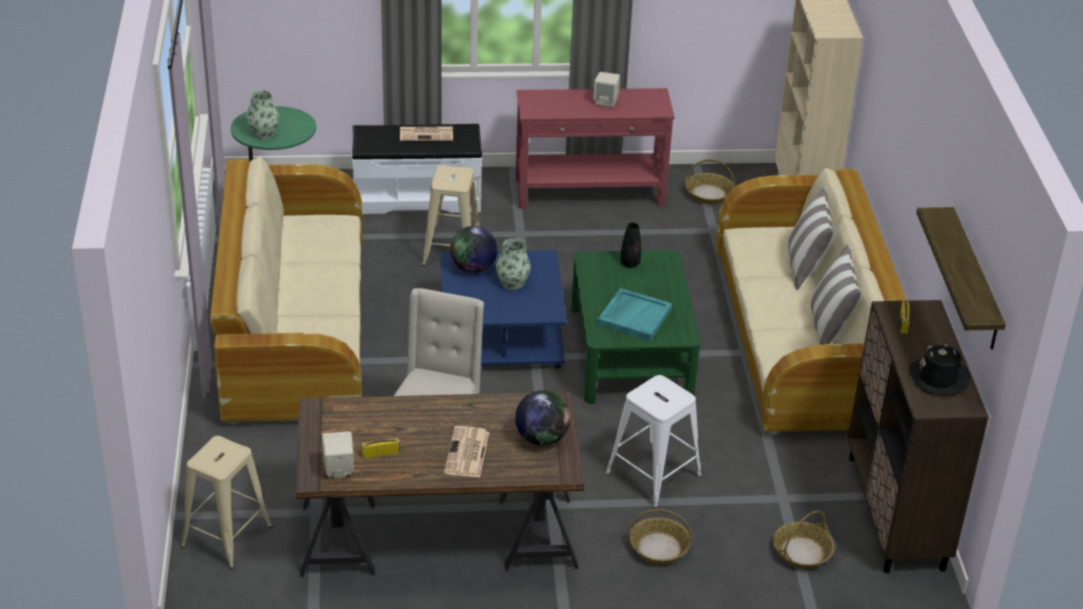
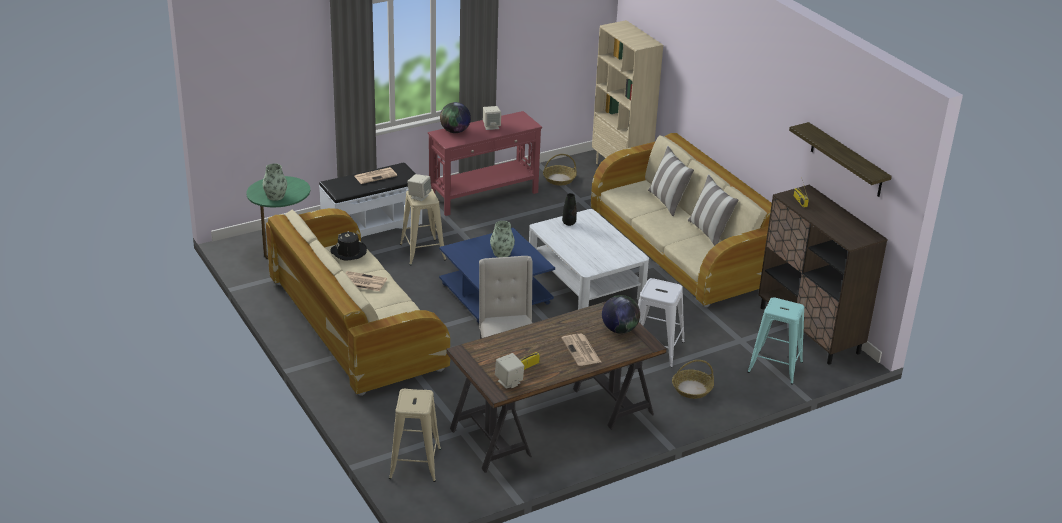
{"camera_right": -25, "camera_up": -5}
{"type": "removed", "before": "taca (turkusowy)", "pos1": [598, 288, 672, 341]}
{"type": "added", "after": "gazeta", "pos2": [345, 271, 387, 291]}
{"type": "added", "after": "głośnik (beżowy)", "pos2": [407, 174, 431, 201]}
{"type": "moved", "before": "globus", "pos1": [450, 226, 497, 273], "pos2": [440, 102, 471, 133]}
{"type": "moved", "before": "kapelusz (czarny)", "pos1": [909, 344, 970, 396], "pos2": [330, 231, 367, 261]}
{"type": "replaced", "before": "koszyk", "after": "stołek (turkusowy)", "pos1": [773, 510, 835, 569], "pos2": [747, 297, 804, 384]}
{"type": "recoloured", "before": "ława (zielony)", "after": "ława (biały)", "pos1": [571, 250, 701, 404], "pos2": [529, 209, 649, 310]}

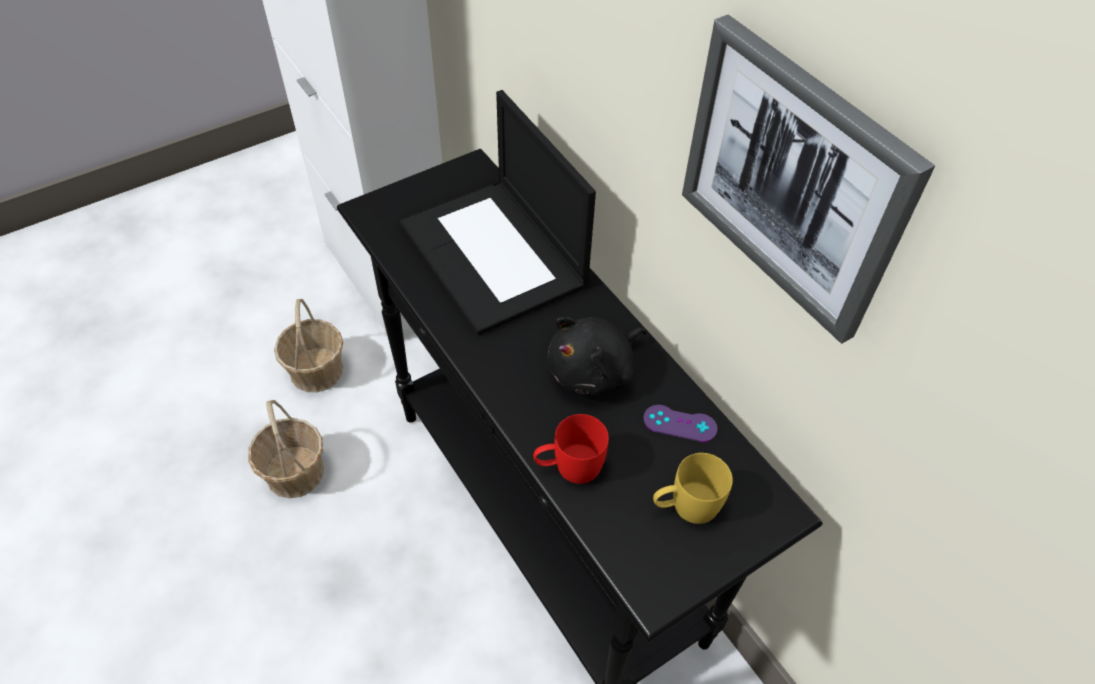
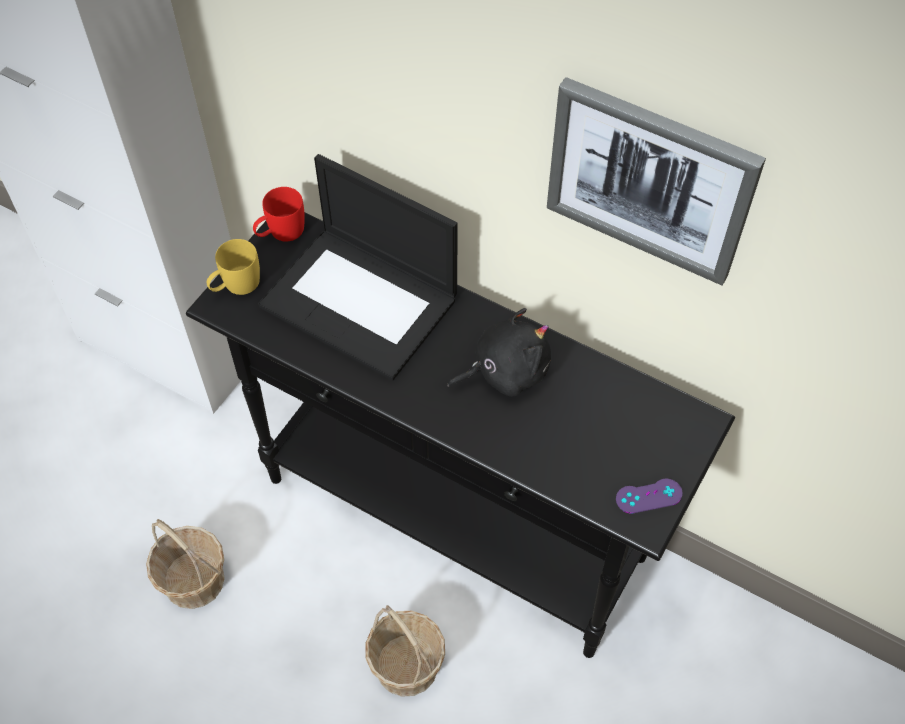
{"camera_right": -25, "camera_up": 5}
{"type": "moved", "before": "koszyk", "pos1": [274, 299, 344, 392], "pos2": [365, 605, 445, 697]}
{"type": "moved", "before": "kubek (czerwony)", "pos1": [533, 414, 609, 484], "pos2": [253, 187, 305, 242]}
{"type": "moved", "before": "pad do gier (fioletowy)", "pos1": [644, 405, 718, 442], "pos2": [616, 479, 683, 514]}
{"type": "moved", "before": "kubek (żółty)", "pos1": [653, 453, 733, 524], "pos2": [207, 239, 260, 295]}
{"type": "turned", "before": "pluszak (czarny)", "pos1": [547, 317, 647, 396], "pos2": [447, 308, 551, 397], "turn": -135}

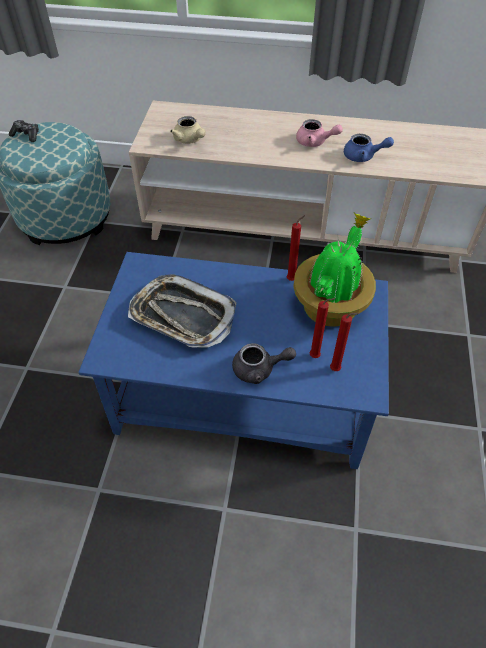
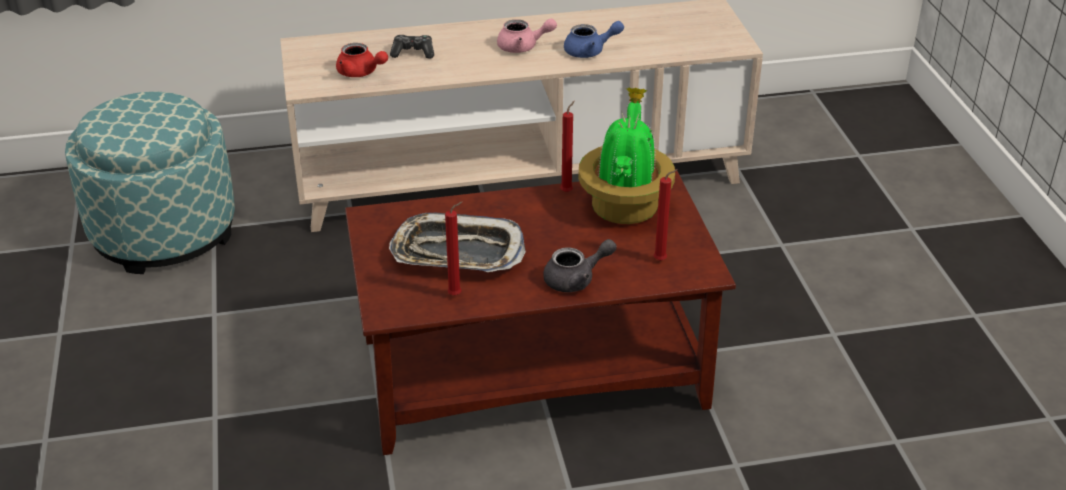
{"camera_right": -20, "camera_up": -15}
{"type": "moved", "before": "pad do gier", "pos1": [9, 120, 39, 142], "pos2": [390, 35, 434, 59]}
{"type": "moved", "before": "świeca (czerwony)", "pos1": [310, 298, 336, 358], "pos2": [445, 202, 462, 295]}
{"type": "recoloured", "before": "ława (niebieski)", "after": "ława (brązowy)", "pos1": [78, 252, 389, 469], "pos2": [345, 171, 736, 455]}
{"type": "recoloured", "before": "imbryk (beżowy)", "after": "imbryk (czerwony)", "pos1": [170, 116, 206, 144], "pos2": [336, 43, 388, 77]}

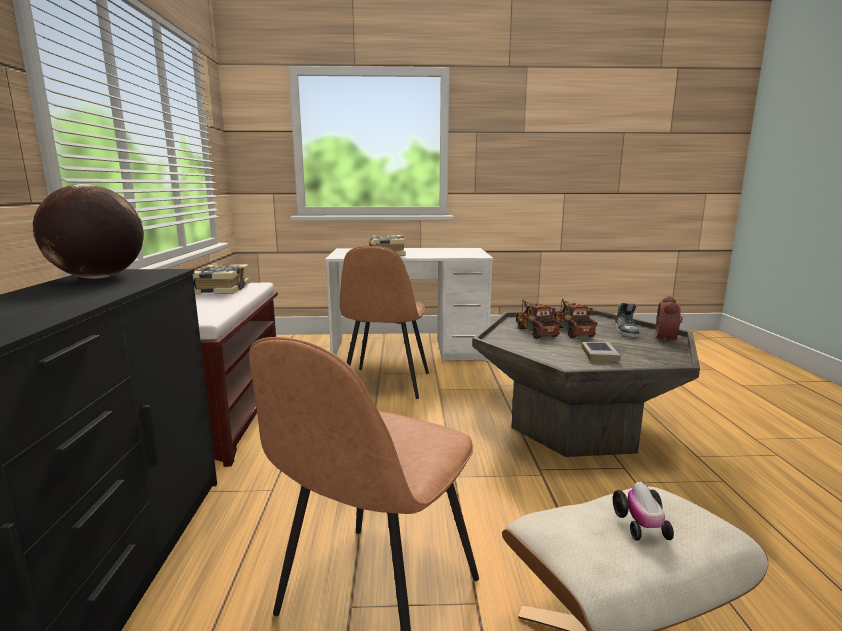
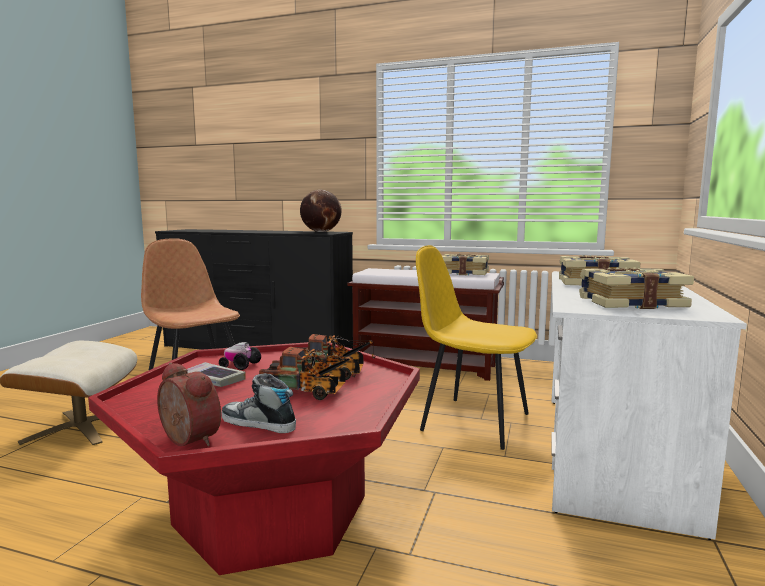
{"camera_right": 110, "camera_up": -5}
{"type": "added", "after": "książka", "pos2": [579, 267, 694, 309]}
{"type": "moved", "before": "samochodzik", "pos1": [613, 482, 674, 541], "pos2": [219, 342, 261, 370]}
{"type": "recoloured", "before": "krzesło (brązowy)", "after": "krzesło (żółty)", "pos1": [340, 246, 429, 399], "pos2": [416, 245, 537, 450]}
{"type": "recoloured", "before": "ława (szary)", "after": "ława (czerwony)", "pos1": [472, 310, 700, 457], "pos2": [88, 342, 420, 575]}

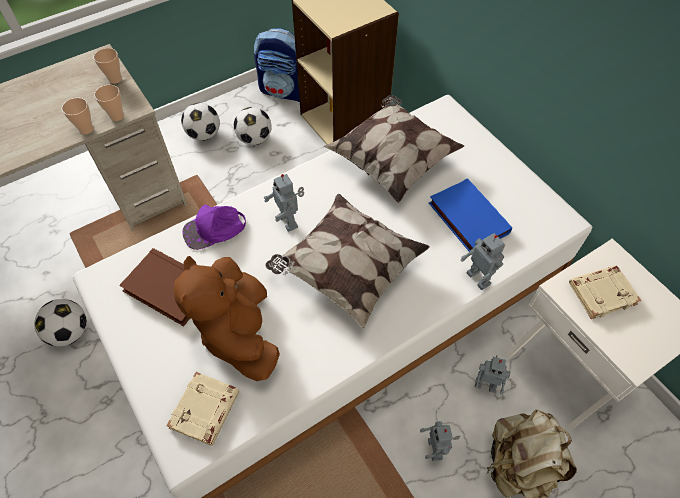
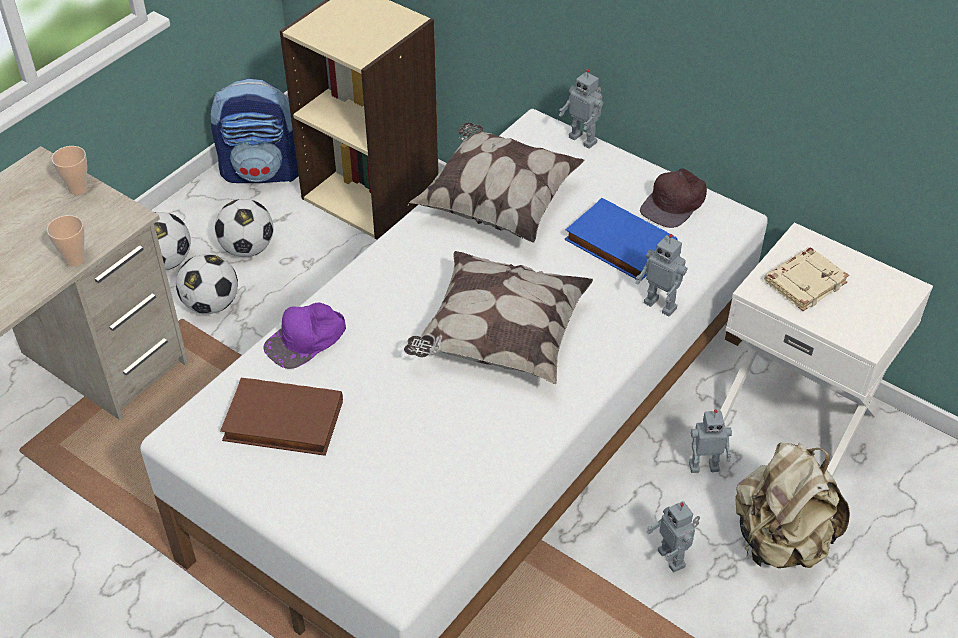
{"camera_right": -20, "camera_up": -10}
{"type": "removed", "before": "filiżanka", "pos1": [94, 85, 124, 121]}
{"type": "removed", "before": "książka (beżowy)", "pos1": [166, 372, 240, 446]}
{"type": "removed", "before": "pluszak (brązowy)", "pos1": [174, 256, 280, 381]}
{"type": "added", "after": "czapka z daszkiem (brązowy)", "pos2": [640, 168, 707, 228]}
{"type": "moved", "before": "piłka futbolowa", "pos1": [34, 299, 87, 347], "pos2": [176, 254, 238, 314]}
{"type": "moved", "before": "robot zabawkowy", "pos1": [264, 174, 304, 232], "pos2": [559, 69, 603, 149]}

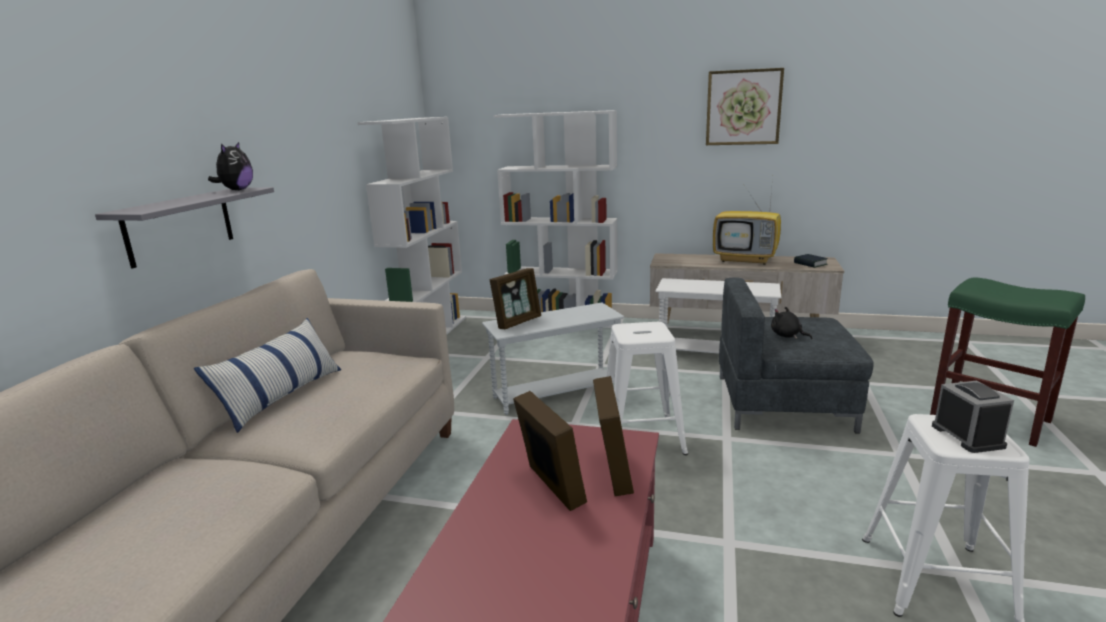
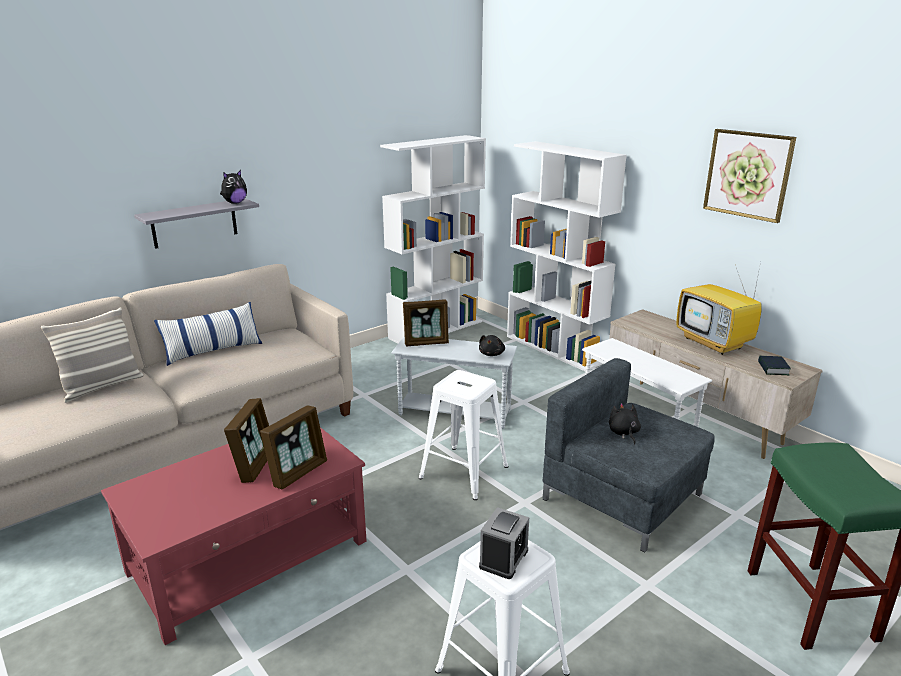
{"camera_right": 35, "camera_up": 5}
{"type": "added", "after": "poduszka", "pos2": [41, 307, 144, 403]}
{"type": "added", "after": "pluszak (czarny)", "pos2": [479, 335, 505, 356]}

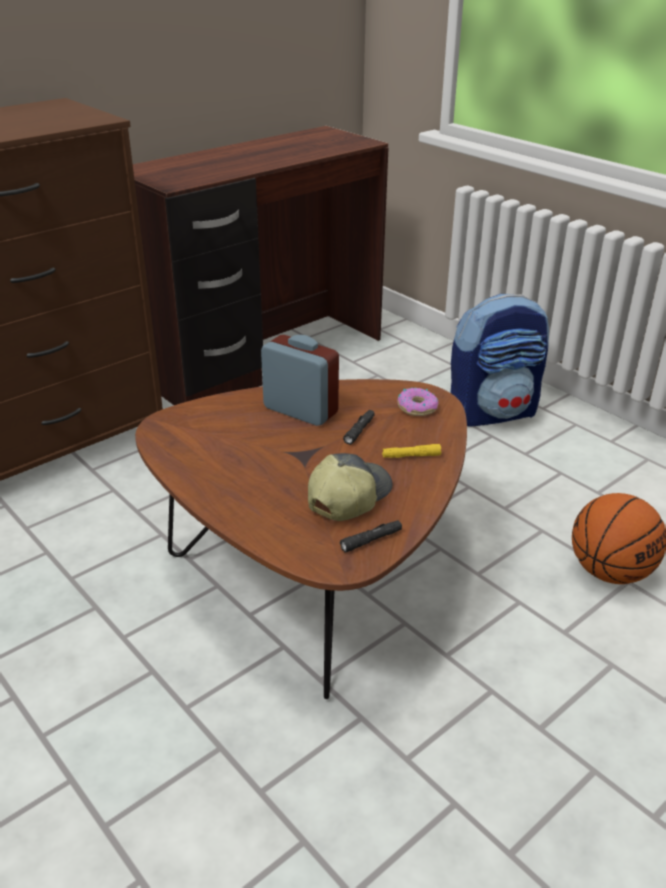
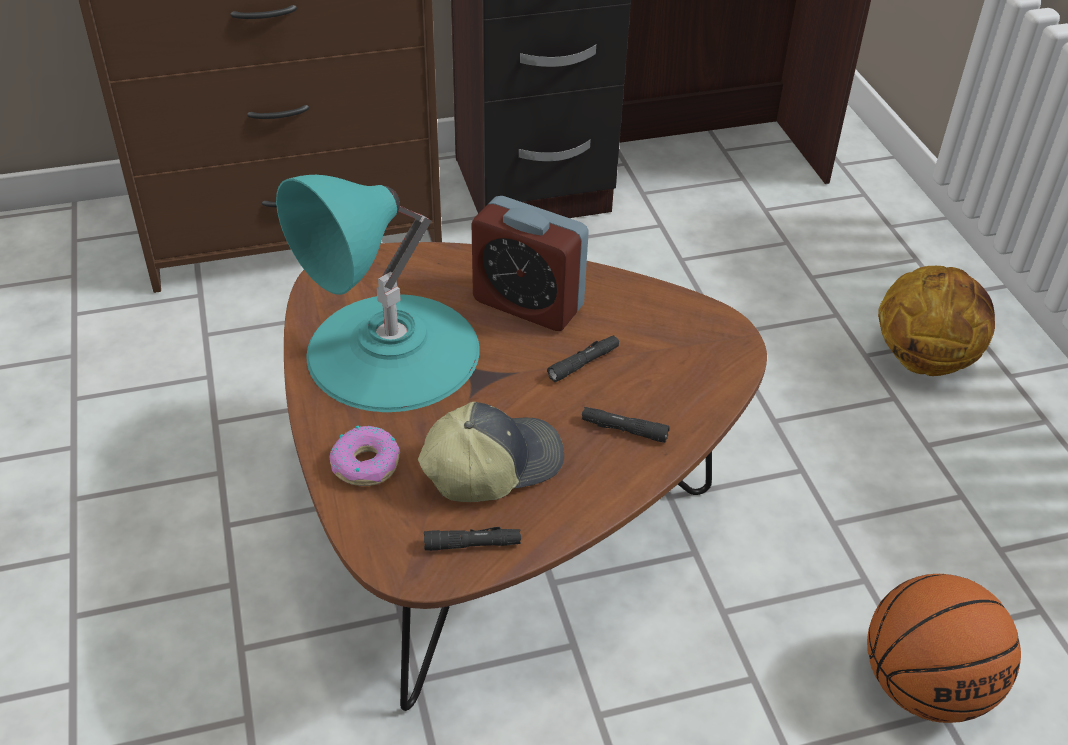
{"camera_right": 25, "camera_up": 10}
{"type": "added", "after": "lampa stołowa (turkusowy)", "pos2": [276, 175, 480, 412]}
{"type": "moved", "before": "donut", "pos1": [397, 388, 439, 416], "pos2": [330, 426, 400, 486]}
{"type": "replaced", "before": "plecak", "after": "piłka do koszykówki", "pos1": [450, 294, 549, 427], "pos2": [878, 266, 995, 376]}
{"type": "recoloured", "before": "latarka (żółty)", "after": "latarka (czarny)", "pos1": [382, 444, 441, 458], "pos2": [581, 407, 670, 443]}
{"type": "turned", "before": "budzik", "pos1": [261, 335, 339, 426], "pos2": [472, 196, 589, 331], "turn": 150}

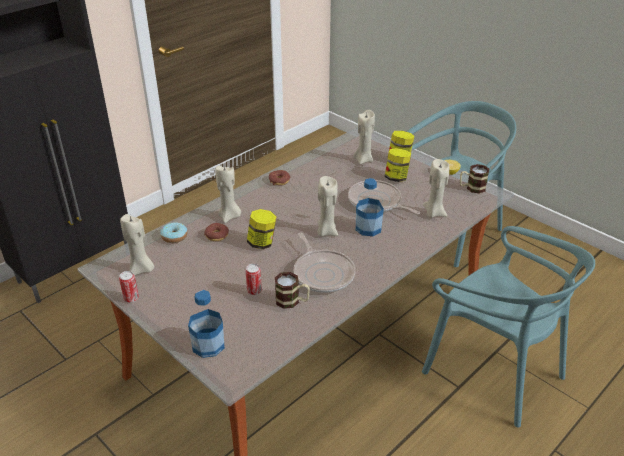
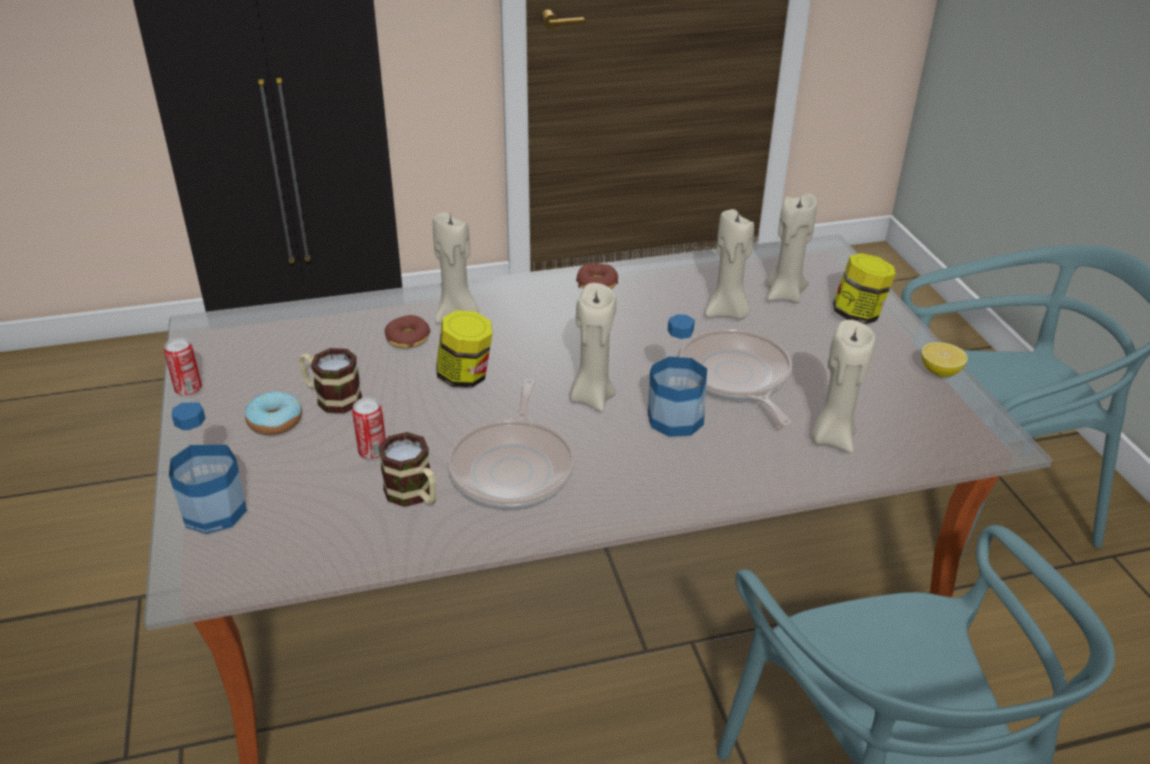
{"camera_right": 30, "camera_up": 0}
{"type": "removed", "before": "słoik", "pos1": [384, 148, 411, 182]}
{"type": "moved", "before": "świeca (beżowy)", "pos1": [120, 214, 154, 276], "pos2": [705, 209, 754, 319]}
{"type": "moved", "before": "donut", "pos1": [160, 222, 187, 243], "pos2": [245, 391, 302, 435]}
{"type": "moved", "before": "kubek", "pos1": [460, 164, 489, 194], "pos2": [299, 348, 362, 414]}

